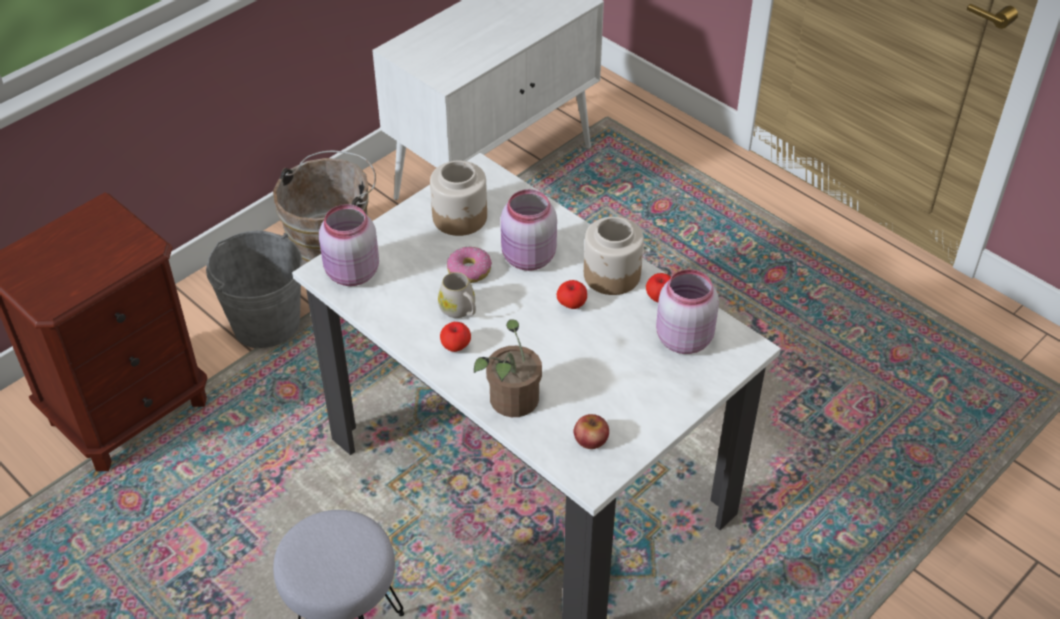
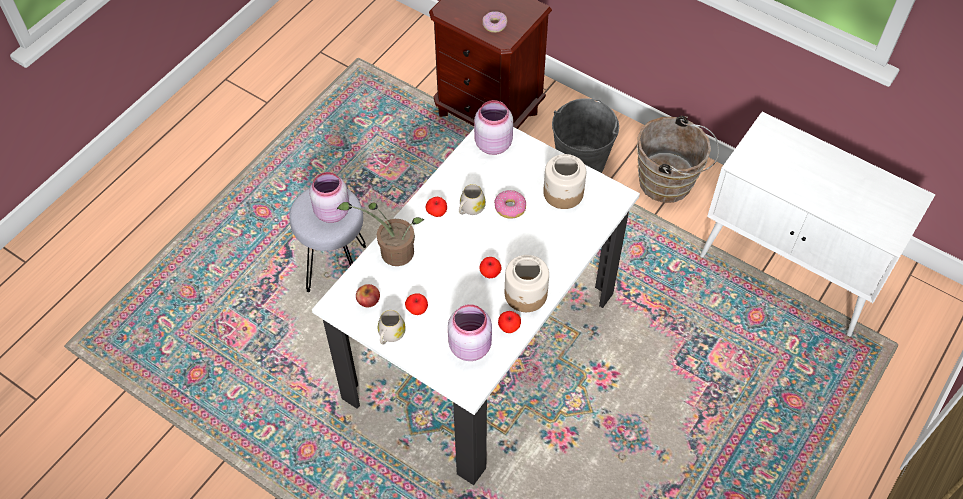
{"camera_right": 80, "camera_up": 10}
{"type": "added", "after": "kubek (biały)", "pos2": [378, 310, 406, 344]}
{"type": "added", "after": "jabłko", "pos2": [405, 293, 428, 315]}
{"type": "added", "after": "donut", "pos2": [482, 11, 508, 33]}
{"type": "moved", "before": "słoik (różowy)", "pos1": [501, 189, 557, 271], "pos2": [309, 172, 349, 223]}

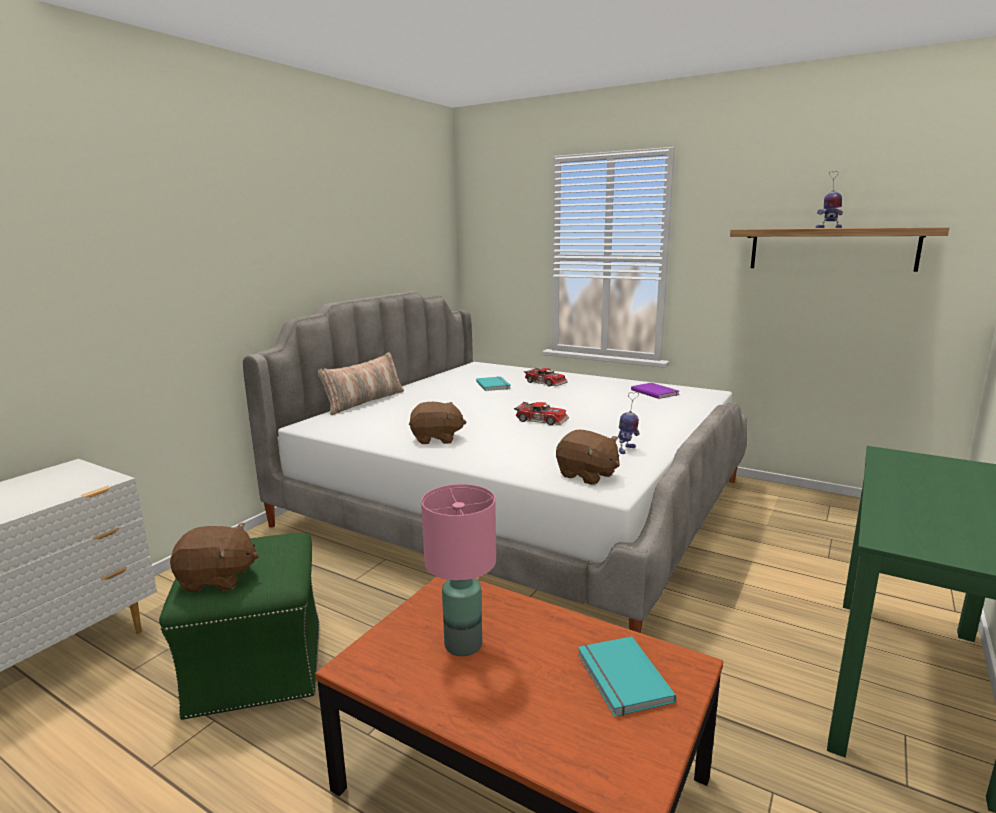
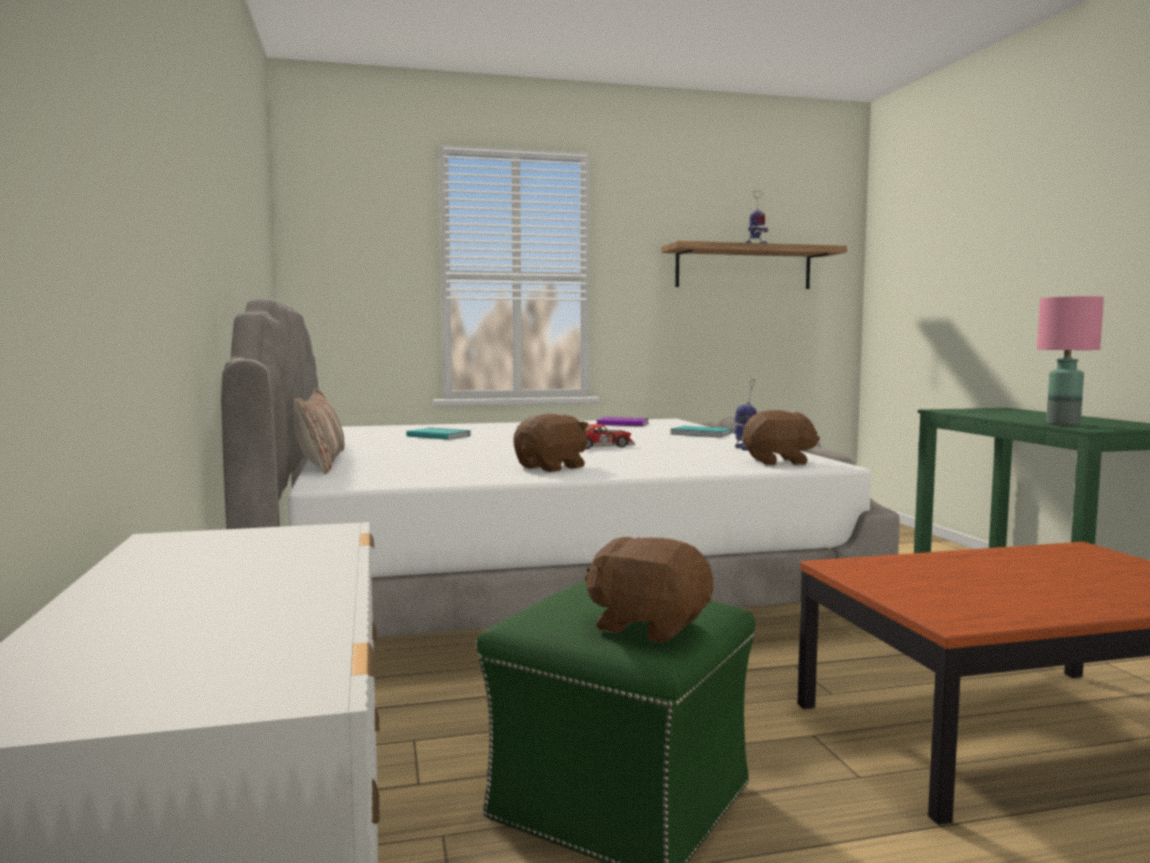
{"camera_right": -45, "camera_up": -10}
{"type": "removed", "before": "samochodzik", "pos1": [524, 368, 568, 386]}
{"type": "moved", "before": "lampa stołowa (różowy)", "pos1": [421, 484, 496, 656], "pos2": [1037, 296, 1104, 426]}
{"type": "moved", "before": "książka (turkusowy)", "pos1": [578, 636, 676, 717], "pos2": [670, 426, 732, 438]}
{"type": "turned", "before": "pluszak (brązowy)", "pos1": [170, 523, 259, 592], "pos2": [585, 537, 713, 643], "turn": -105}

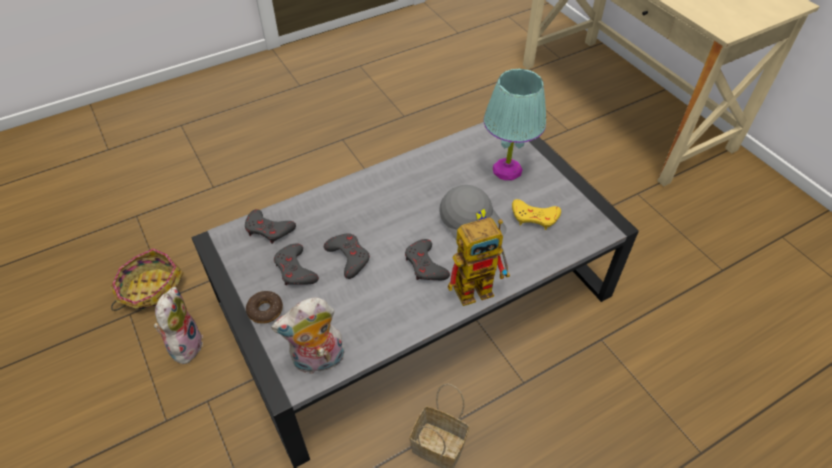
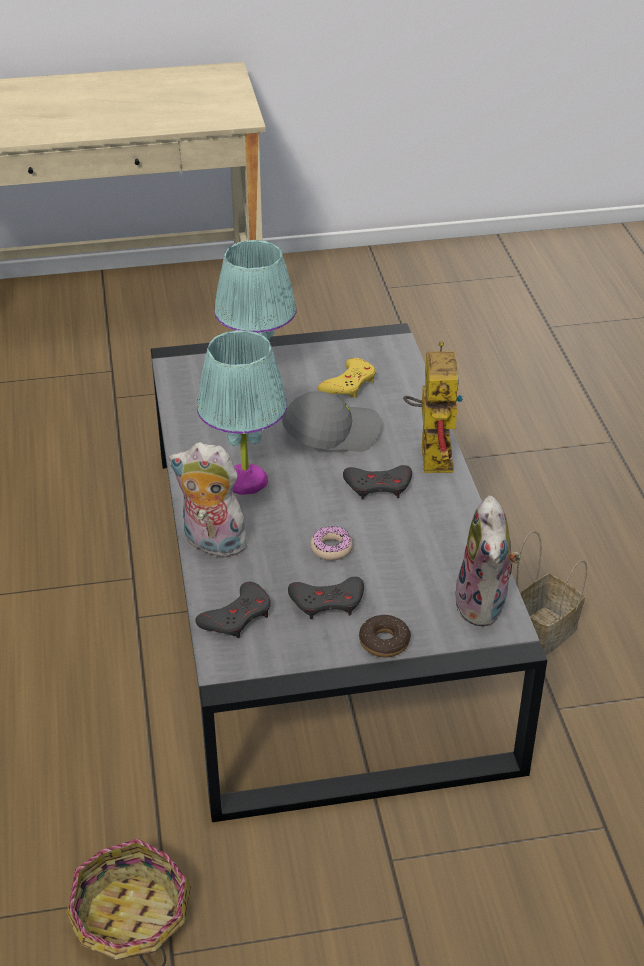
{"camera_right": -70, "camera_up": -10}
{"type": "added", "after": "lampa stołowa (turkusowy)", "pos2": [197, 330, 287, 495]}
{"type": "moved", "before": "pluszak", "pos1": [154, 287, 203, 364], "pos2": [169, 442, 247, 557]}
{"type": "replaced", "before": "pad do gier (szary)", "after": "donut", "pos1": [324, 233, 370, 279], "pos2": [310, 526, 353, 561]}

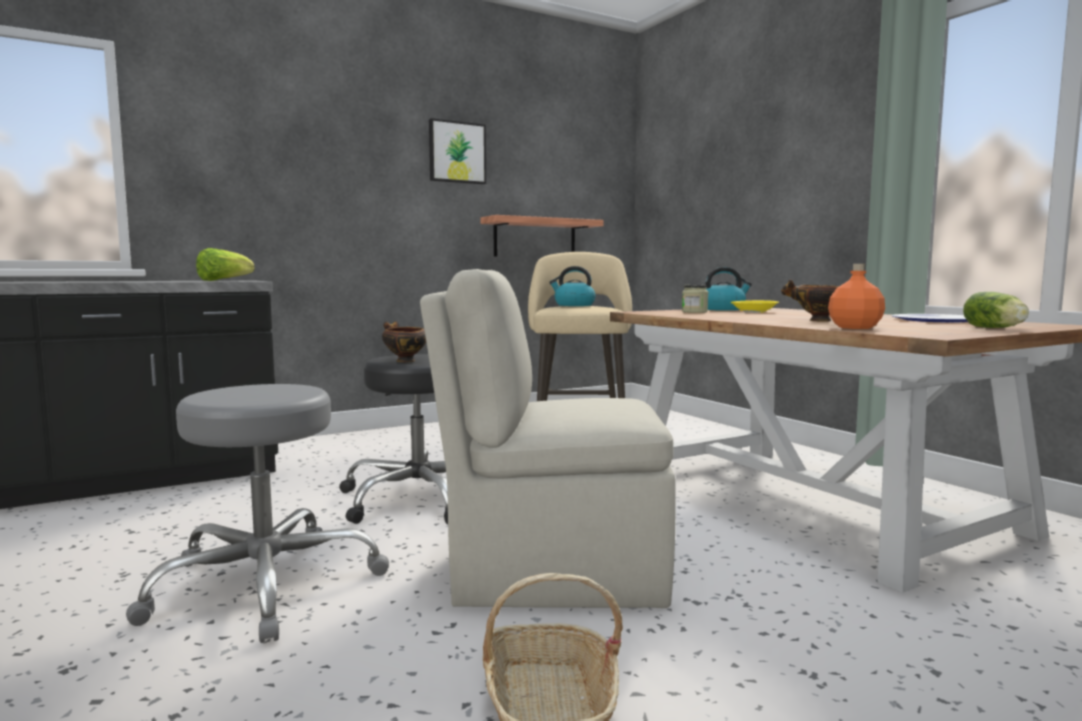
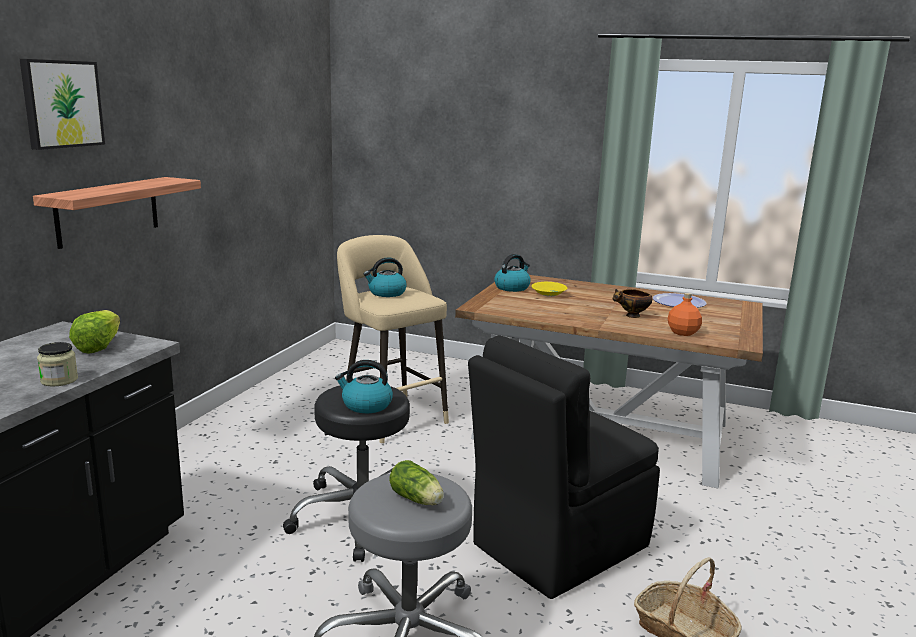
{"camera_right": -40, "camera_up": 10}
{"type": "moved", "before": "obraz", "pos1": [429, 118, 486, 184], "pos2": [20, 59, 105, 150]}
{"type": "moved", "before": "półka", "pos1": [481, 215, 604, 257], "pos2": [33, 177, 201, 249]}
{"type": "moved", "before": "słoik", "pos1": [682, 285, 708, 313], "pos2": [37, 342, 78, 387]}
{"type": "moved", "before": "sałata", "pos1": [963, 292, 1029, 328], "pos2": [389, 460, 444, 505]}
{"type": "replaced", "before": "miska", "after": "czajnik", "pos1": [382, 321, 426, 362], "pos2": [335, 360, 393, 413]}
{"type": "recoloured", "before": "krzesło (beżowy)", "after": "krzesło (czarny)", "pos1": [420, 269, 675, 608], "pos2": [468, 335, 660, 599]}

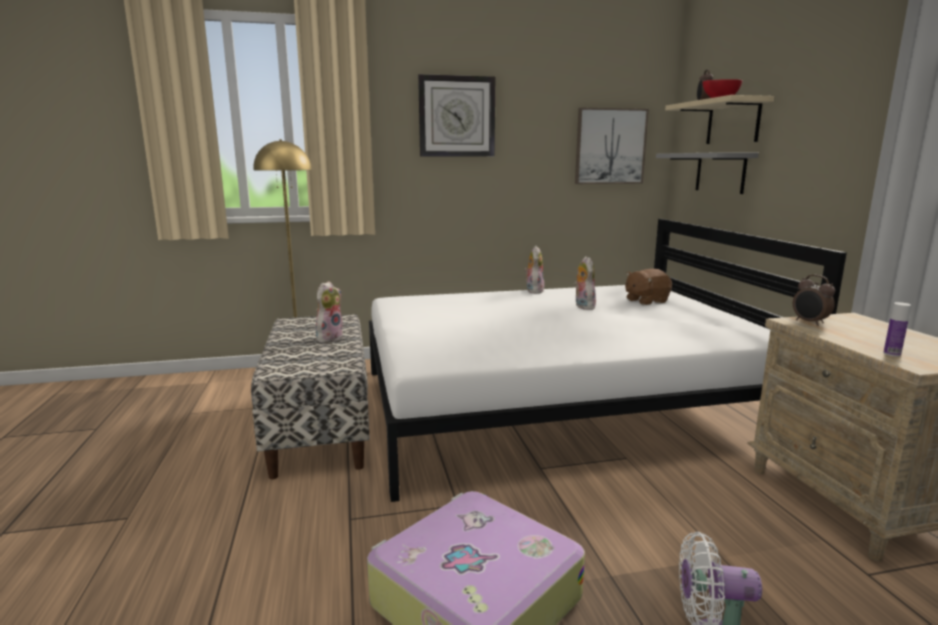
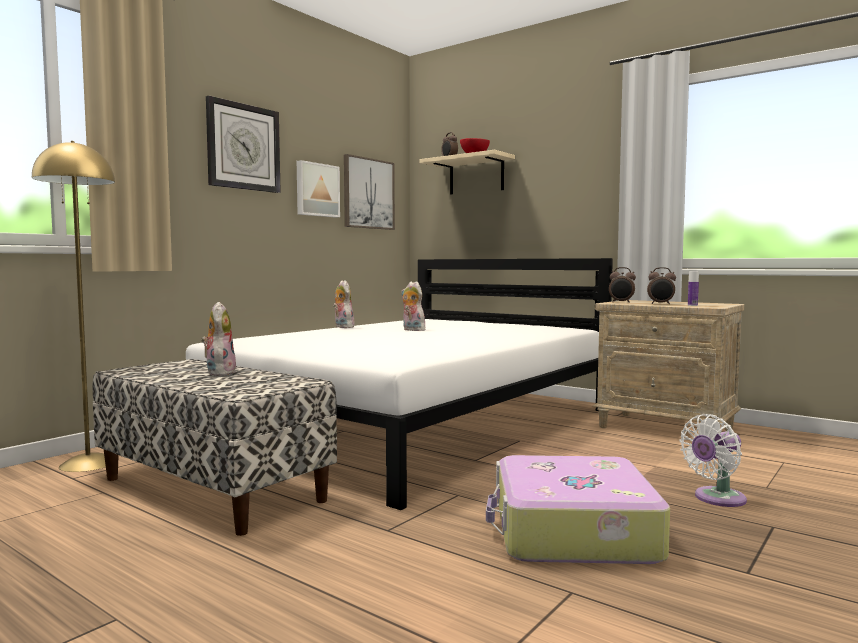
{"camera_right": -40, "camera_up": -10}
{"type": "removed", "before": "pluszak (brązowy)", "pos1": [625, 269, 672, 305]}
{"type": "removed", "before": "półka (szary)", "pos1": [656, 152, 759, 194]}
{"type": "added", "after": "obraz", "pos2": [297, 160, 340, 218]}
{"type": "added", "after": "budzik", "pos2": [647, 267, 676, 305]}

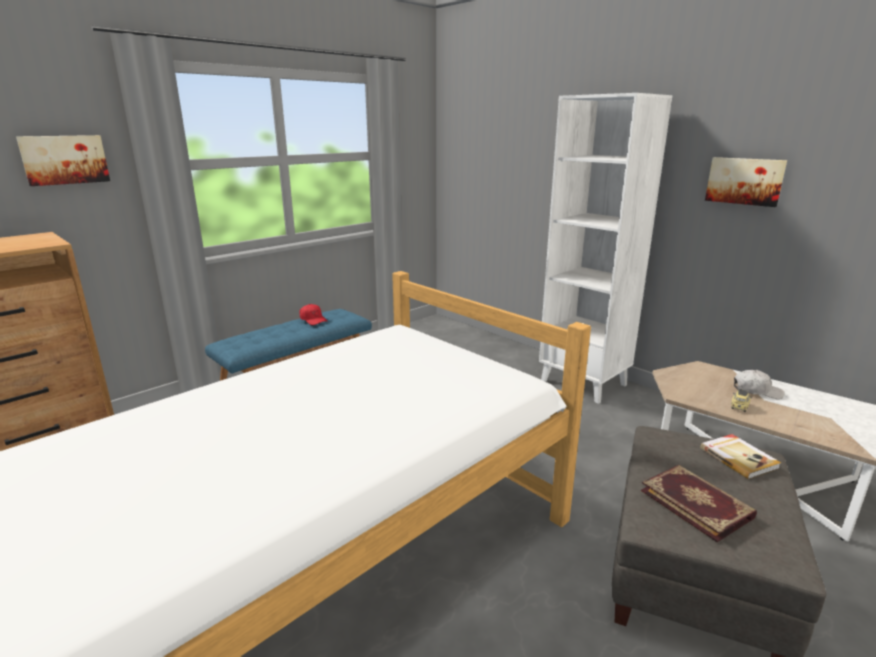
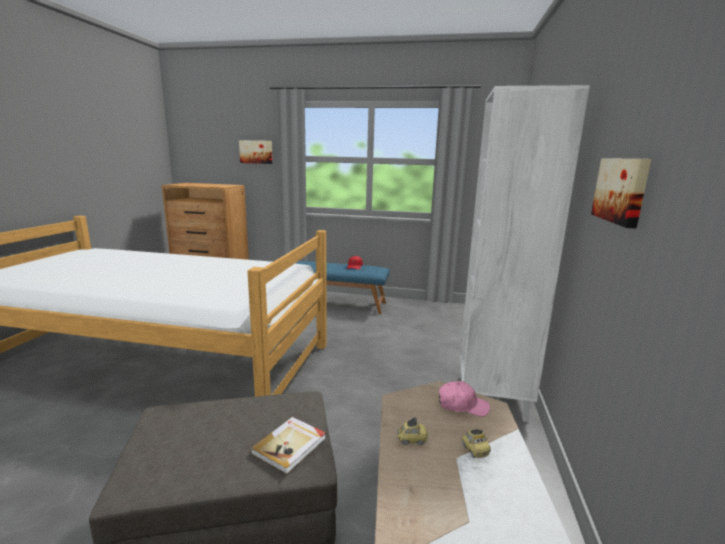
{"camera_right": 55, "camera_up": -5}
{"type": "removed", "before": "książka", "pos1": [641, 465, 757, 542]}
{"type": "added", "after": "czapka z daszkiem (różowy)", "pos2": [439, 381, 490, 417]}
{"type": "replaced", "before": "czapka z daszkiem (biały)", "after": "samochodzik", "pos1": [734, 370, 785, 399], "pos2": [462, 429, 491, 458]}

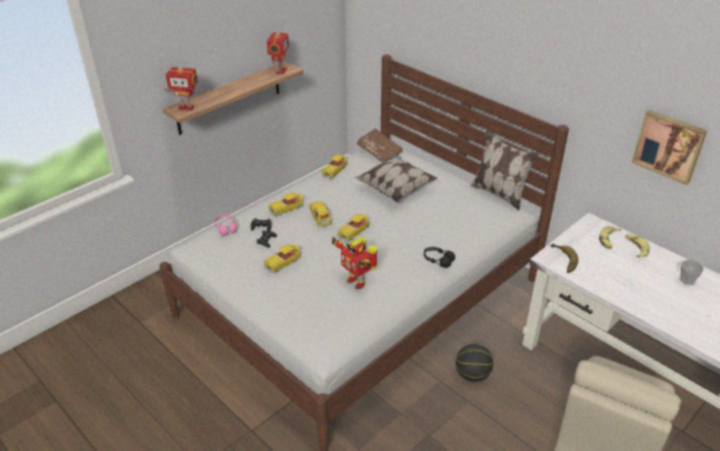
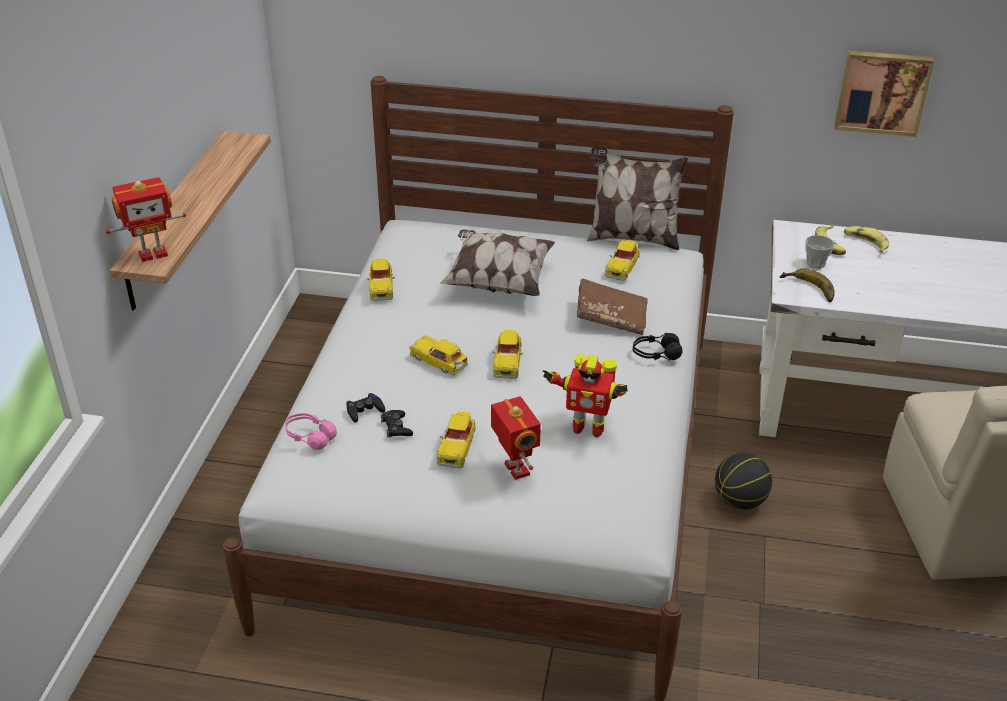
{"camera_right": -35, "camera_up": 0}
{"type": "moved", "before": "robot zabawkowy", "pos1": [267, 32, 289, 74], "pos2": [491, 396, 541, 480]}
{"type": "moved", "before": "samochodzik", "pos1": [269, 192, 304, 216], "pos2": [605, 240, 640, 281]}
{"type": "moved", "before": "książka (brązowy)", "pos1": [357, 128, 403, 163], "pos2": [577, 278, 648, 335]}
{"type": "moved", "before": "filiżanka", "pos1": [680, 260, 704, 285], "pos2": [806, 235, 834, 269]}

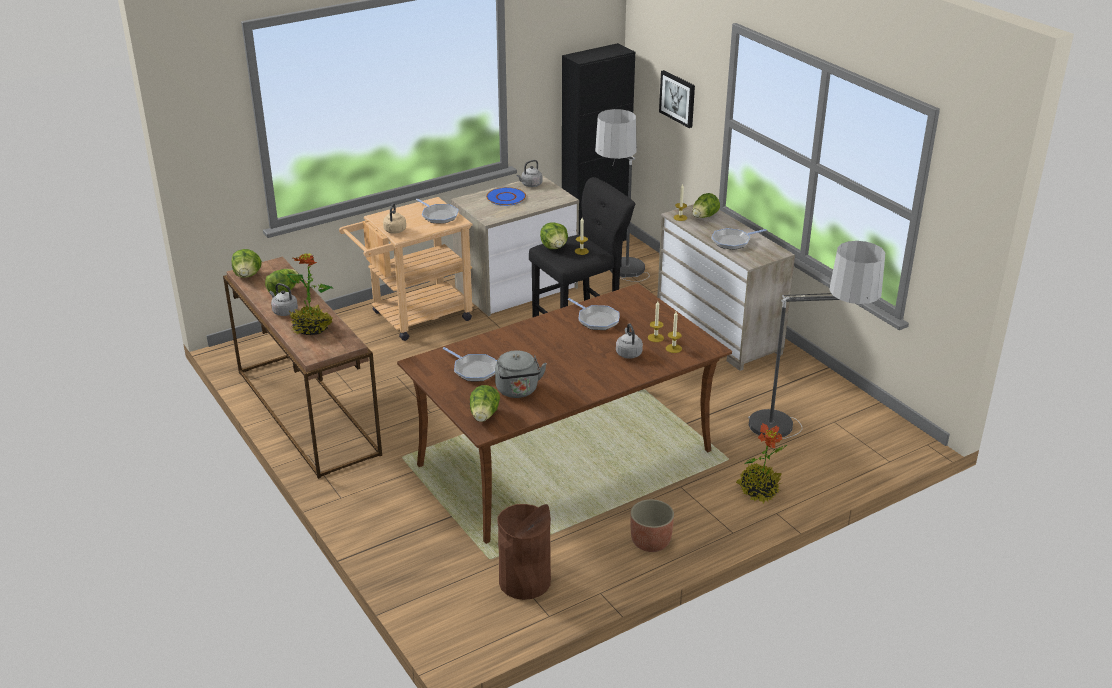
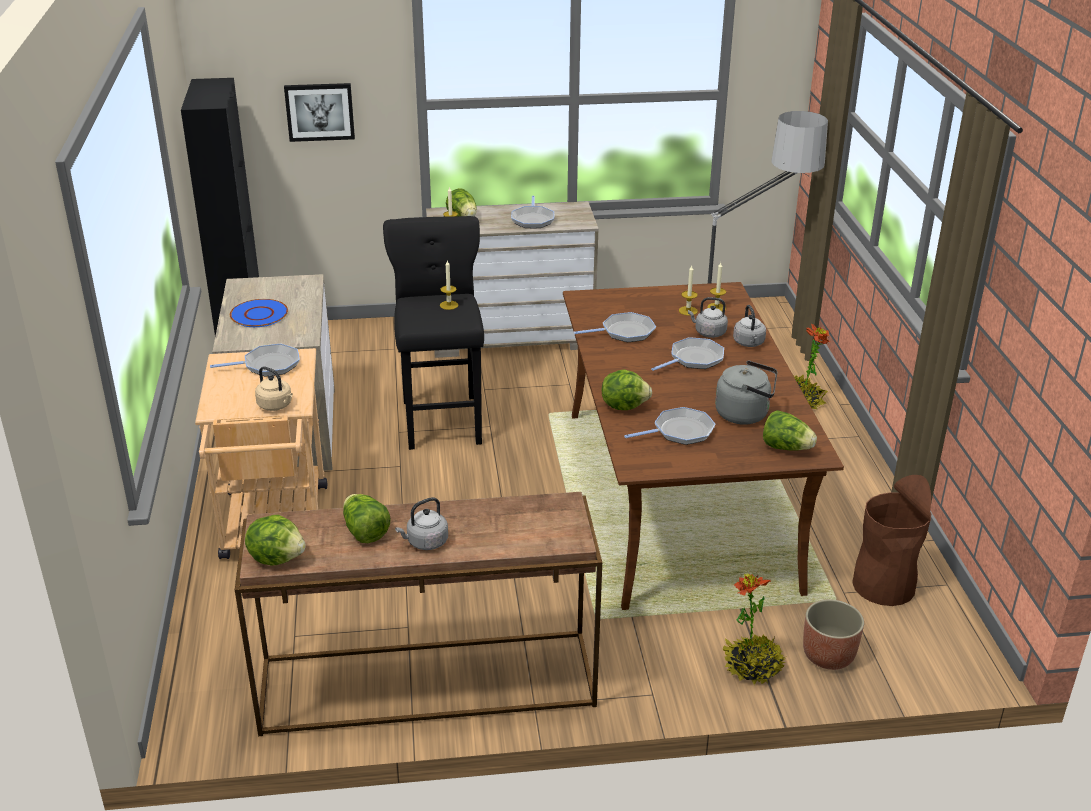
{"camera_right": -65, "camera_up": 0}
{"type": "removed", "before": "lampa stojąca", "pos1": [595, 109, 650, 282]}
{"type": "added", "after": "patelnia", "pos2": [651, 337, 724, 371]}
{"type": "moved", "before": "roślina doniczkowa", "pos1": [287, 253, 333, 335], "pos2": [722, 573, 787, 685]}
{"type": "moved", "before": "czajnik (szary)", "pos1": [517, 160, 542, 187], "pos2": [733, 305, 766, 347]}
{"type": "moved", "before": "sałata", "pos1": [540, 222, 568, 249], "pos2": [601, 369, 652, 410]}
{"type": "moved", "before": "donica", "pos1": [631, 499, 674, 552], "pos2": [803, 599, 864, 670]}

